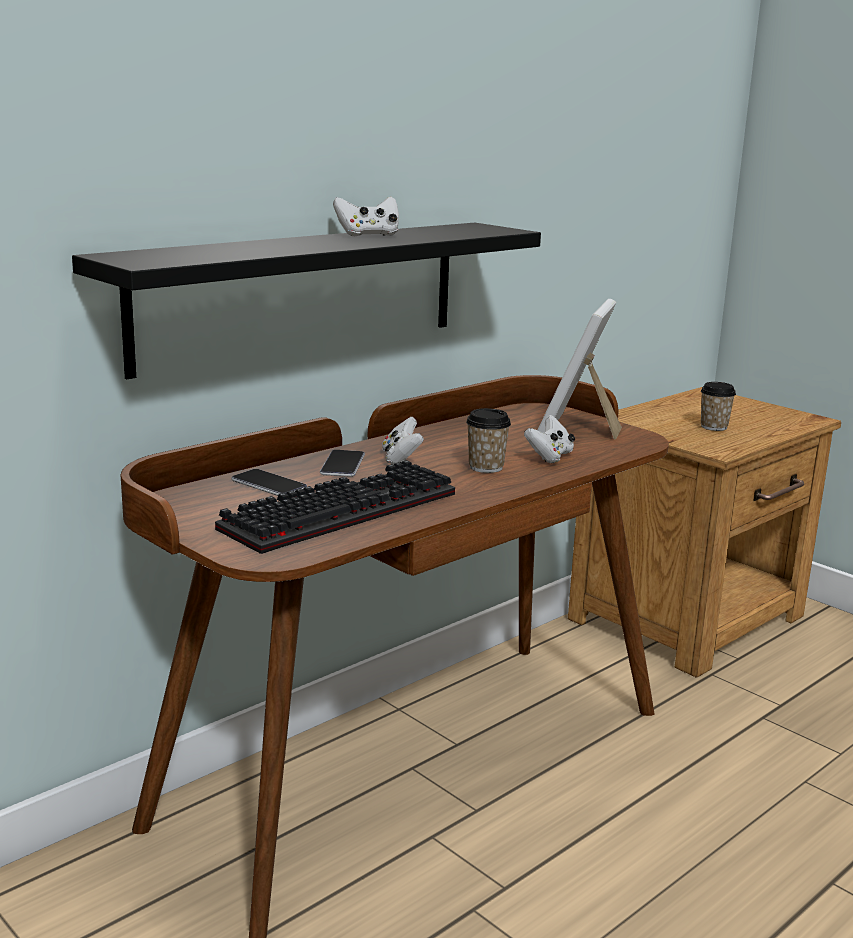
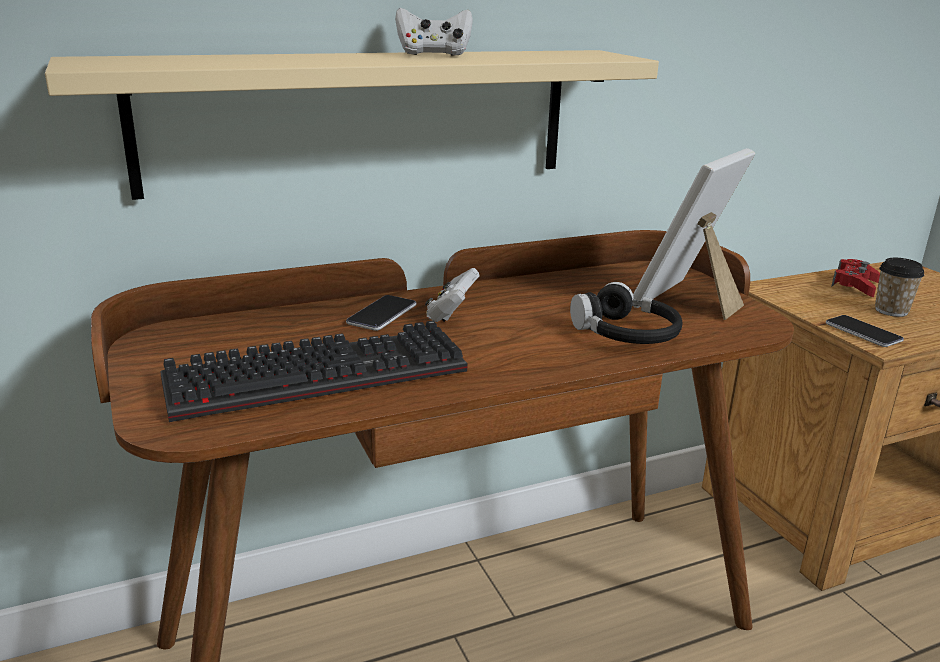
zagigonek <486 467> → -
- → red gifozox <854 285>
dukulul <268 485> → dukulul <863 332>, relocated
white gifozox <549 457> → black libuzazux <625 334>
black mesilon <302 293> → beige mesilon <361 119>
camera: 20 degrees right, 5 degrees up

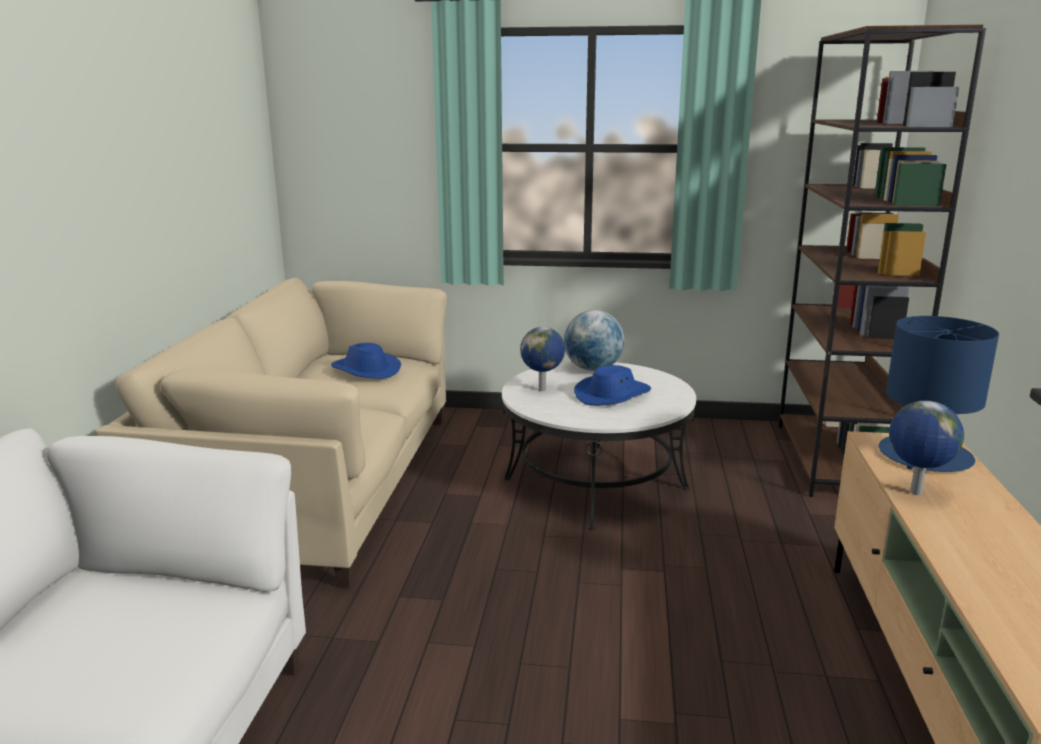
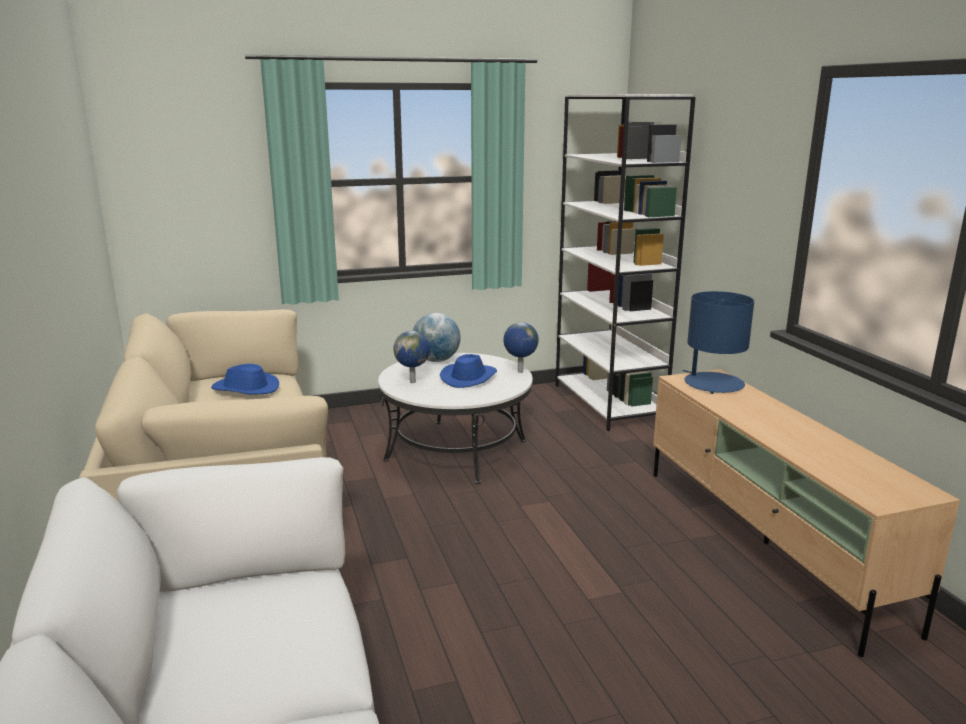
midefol <915 493> → midefol <520 372>, relocated
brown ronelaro <837 460> → white ronelaro <609 403>
camera: 25 degrees left, 0 degrees up

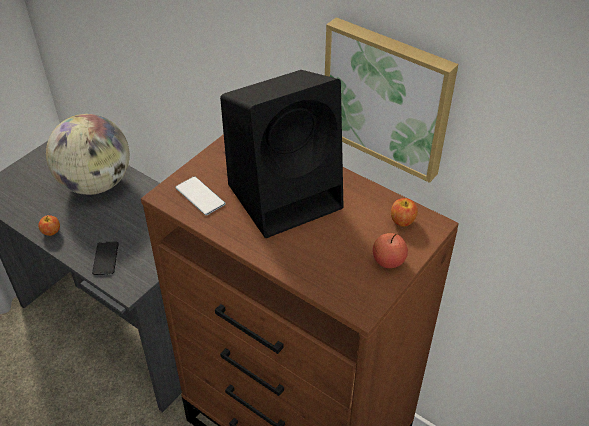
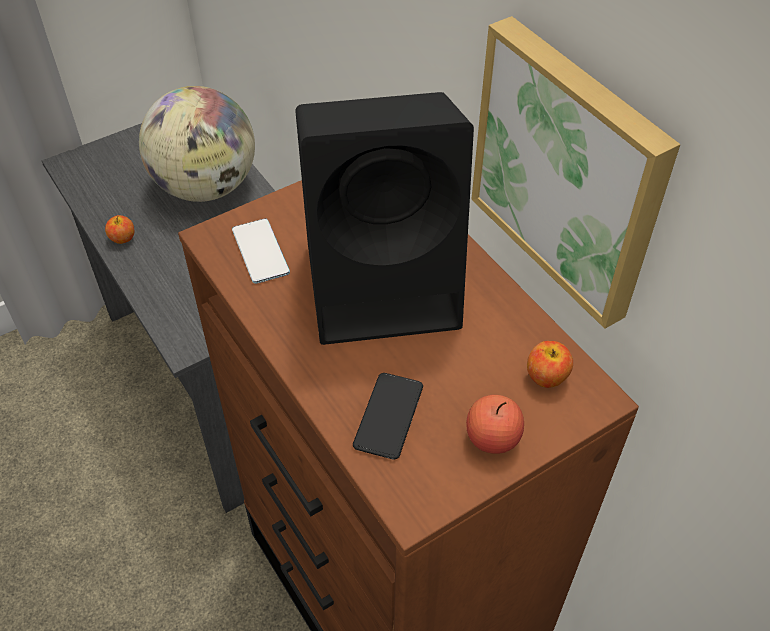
dukulul <105 258> → dukulul <388 416>, relocated
camera: 20 degrees right, 5 degrees up

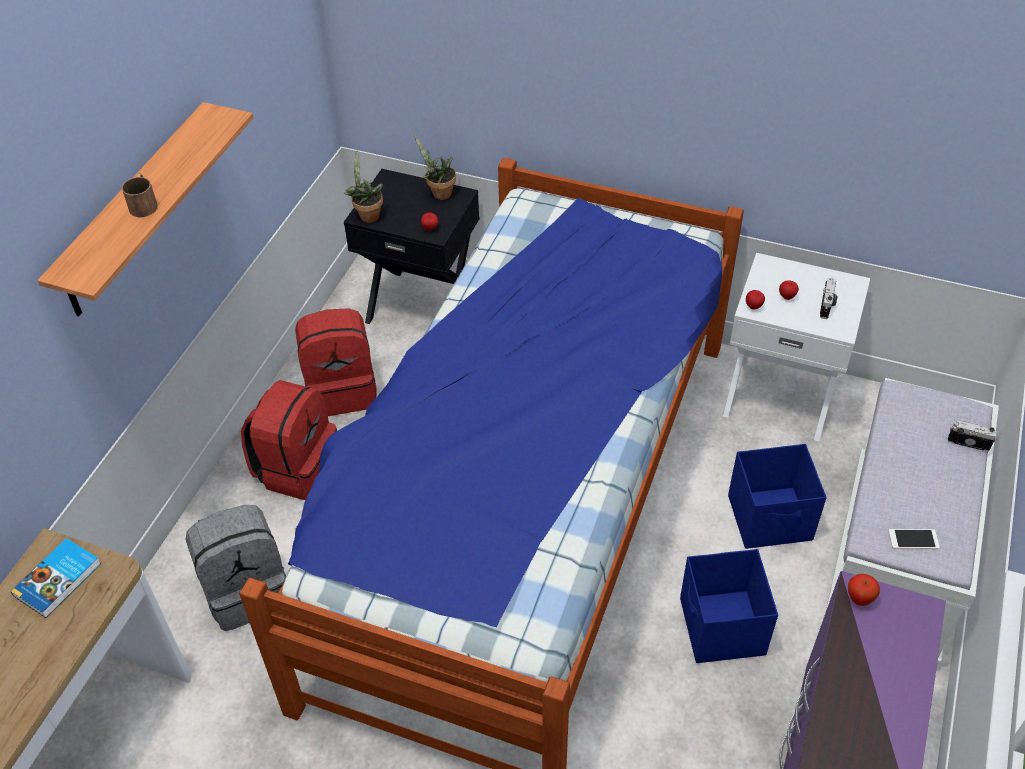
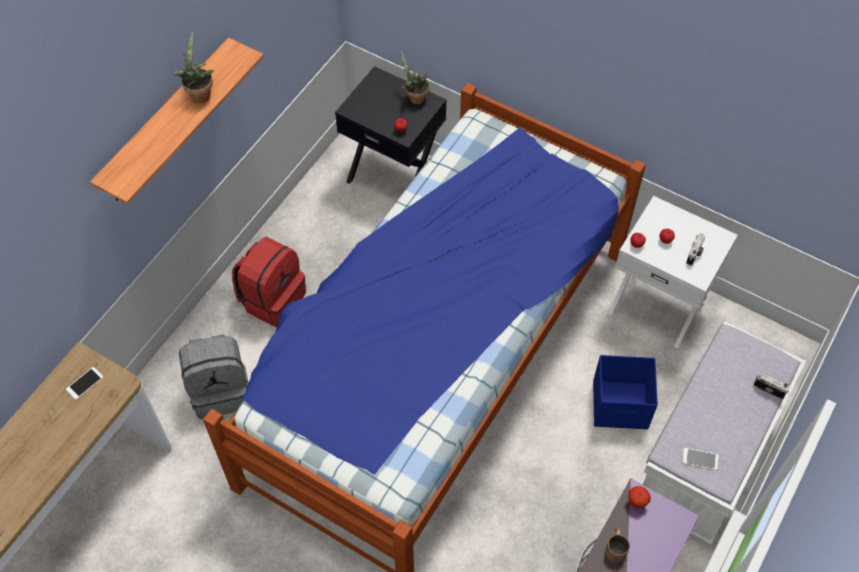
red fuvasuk <342 390> → -
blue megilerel <721 628> → -
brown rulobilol <144 203> → brown rulobilol <615 546>, relocated
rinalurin <367 215> → rinalurin <199 94>, relocated
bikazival <59 580> → dukulul <84 383>
camera: 10 degrees right, 10 degrees up

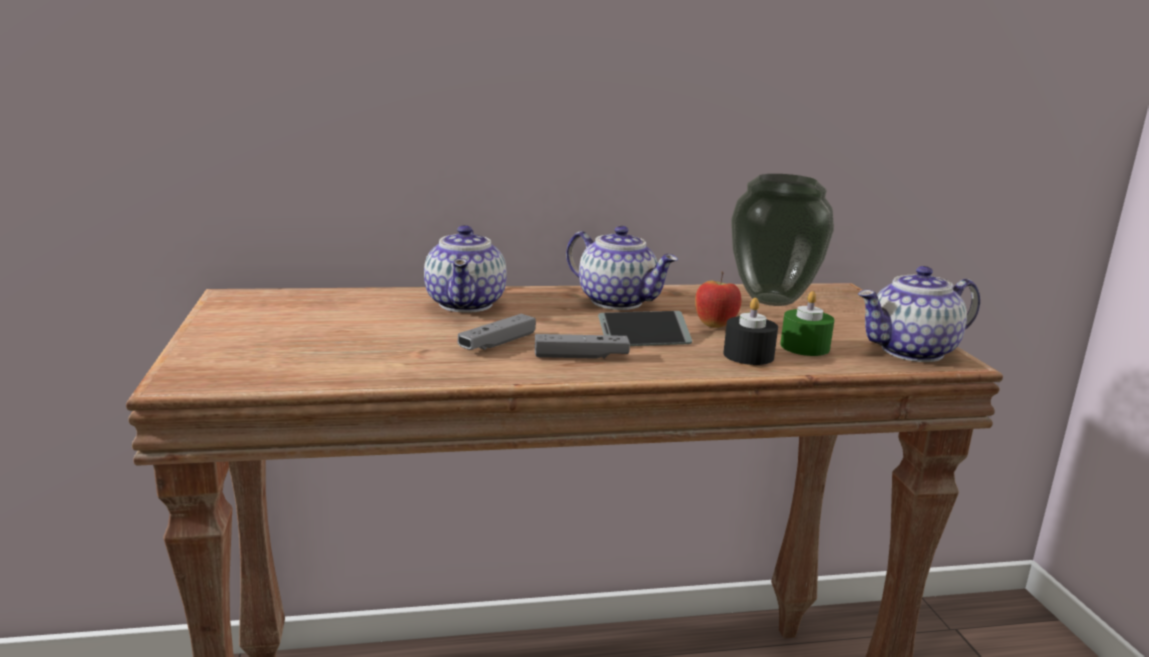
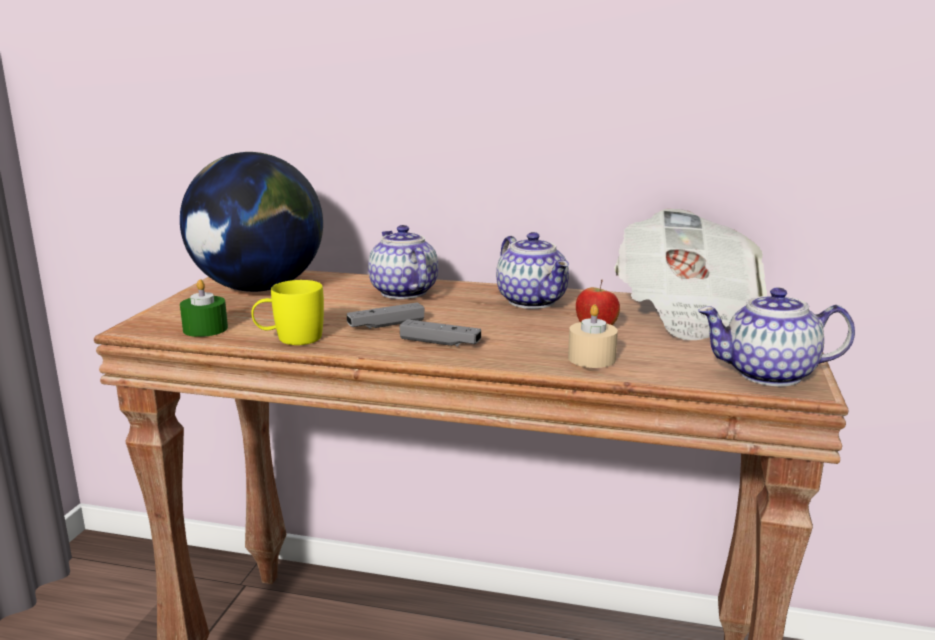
dukulul <644 338> → -
- → midefol <258 288>
- → yellow rulobilol <290 339>
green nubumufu <804 347> → green nubumufu <205 329>, relocated
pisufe <773 300> → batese <687 313>
black nubumufu <748 355> → beige nubumufu <591 358>
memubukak <467 304> → memubukak <402 292>, 135 degrees clockwise
camera: 25 degrees right, 0 degrees up

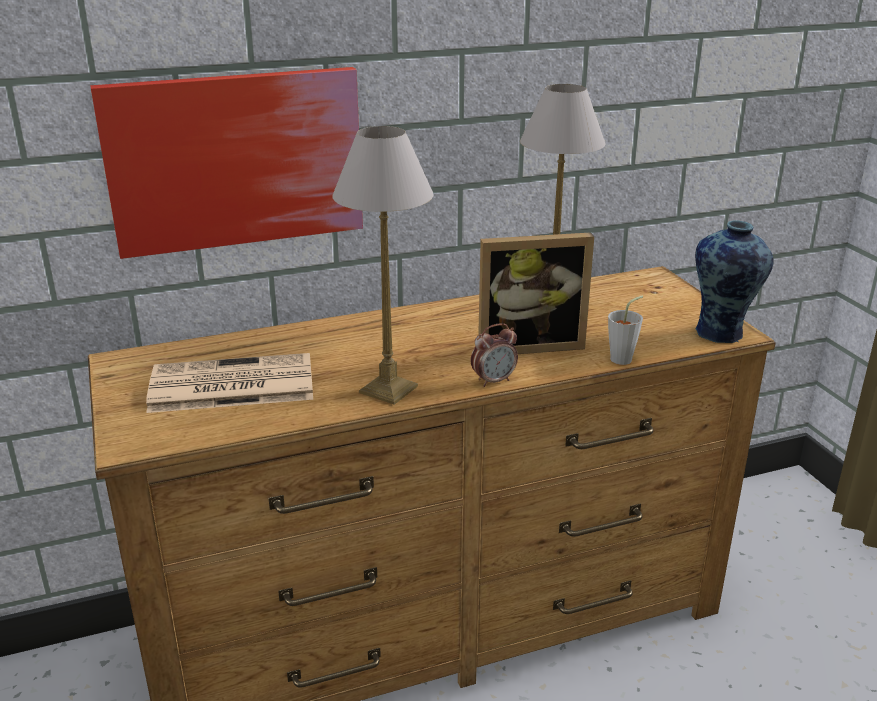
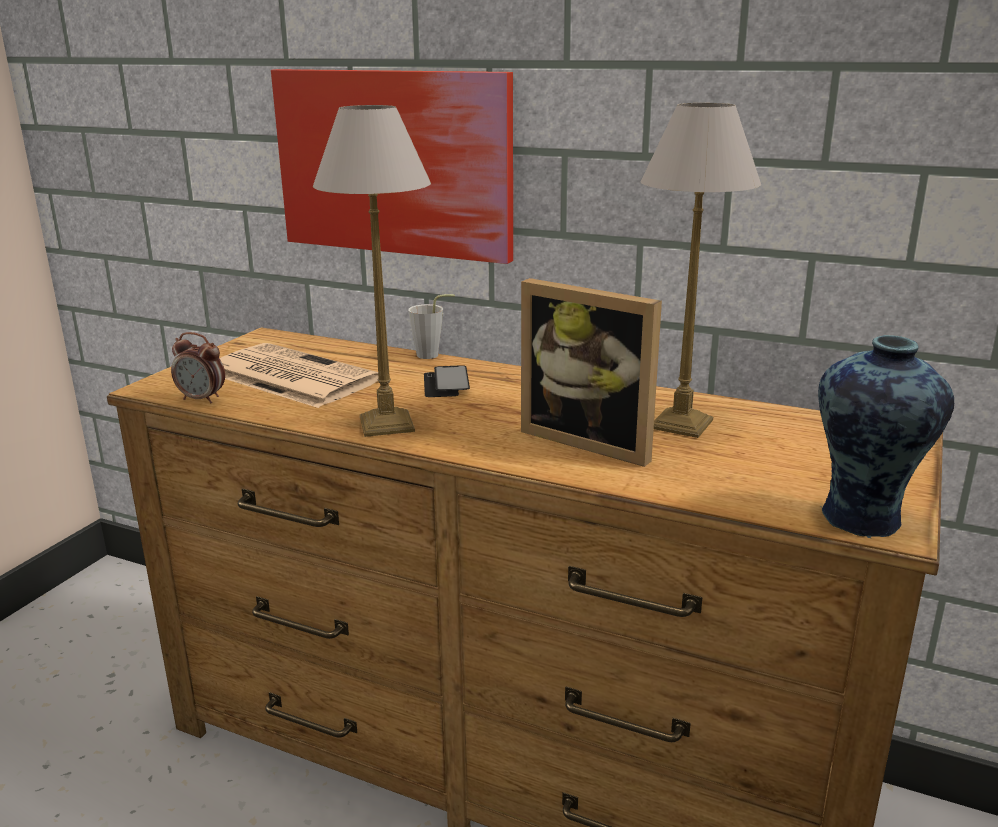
- → dukulul <446 384>
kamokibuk <493 381> → kamokibuk <202 399>, relocated
grey zagigonek <624 358> → grey zagigonek <432 355>, relocated
camera: 45 degrees right, 5 degrees down

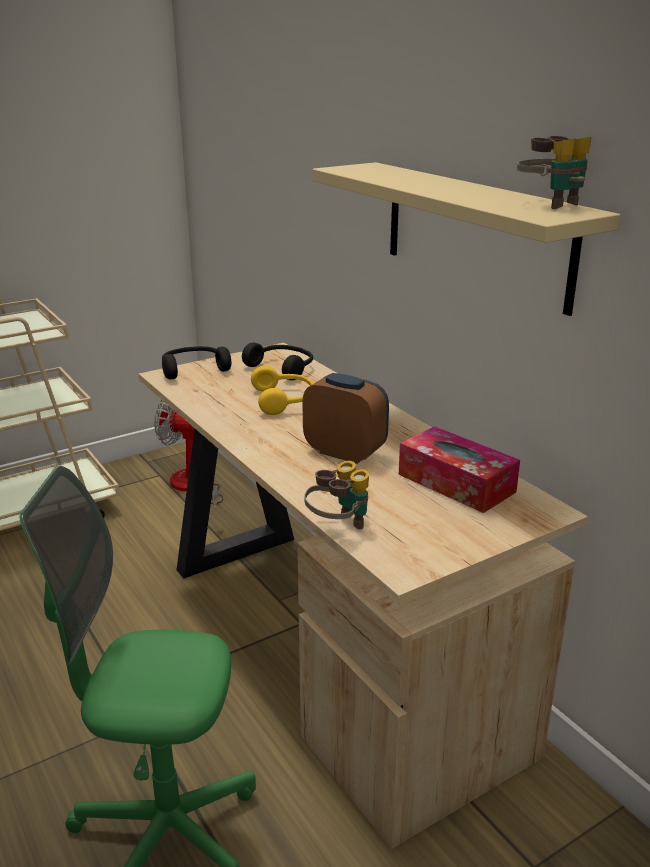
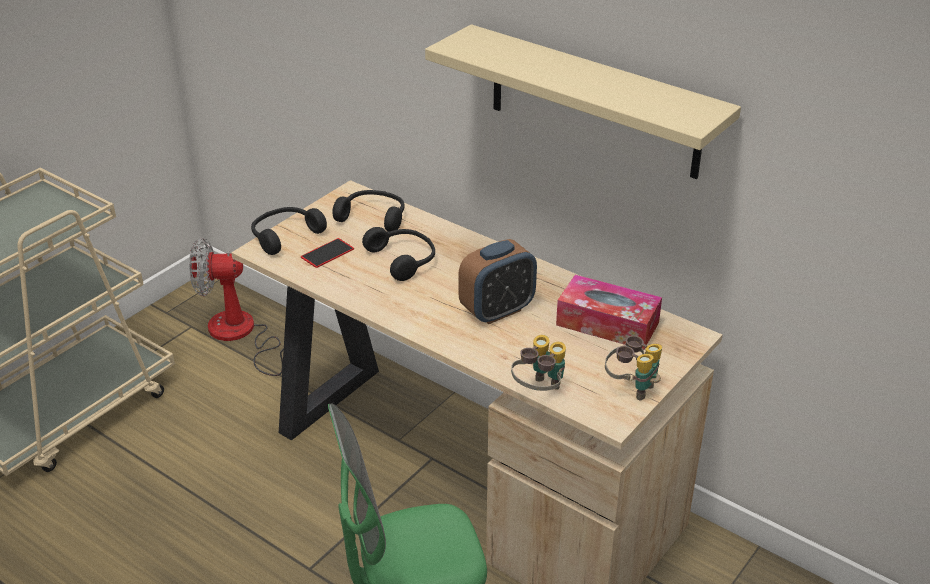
- → dukulul <327 253>
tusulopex <550 204> → tusulopex <632 387>, relocated
yellow libuzazux <285 400> → black libuzazux <404 259>
kamokibuk <345 452> → kamokibuk <497 311>, 135 degrees clockwise
camera: 20 degrees left, 10 degrees up

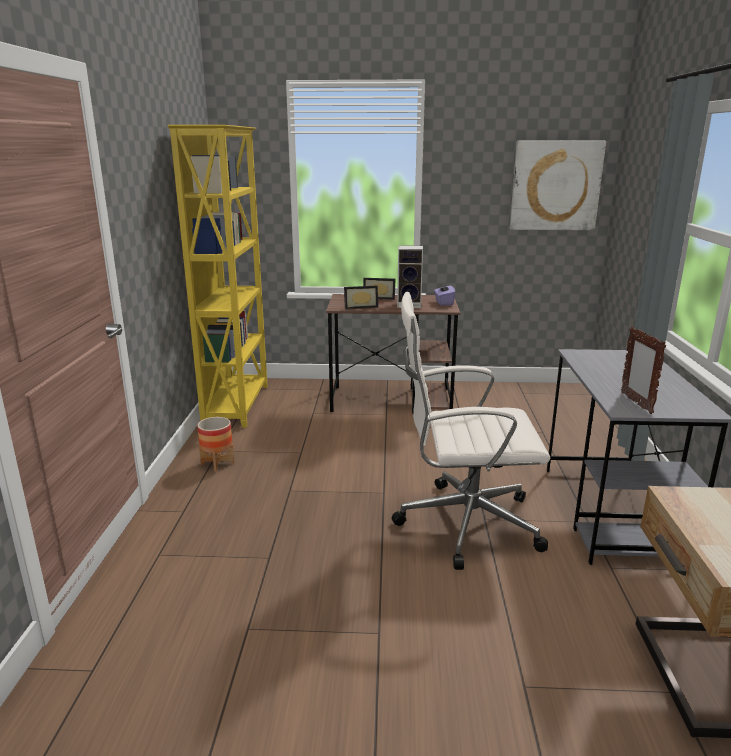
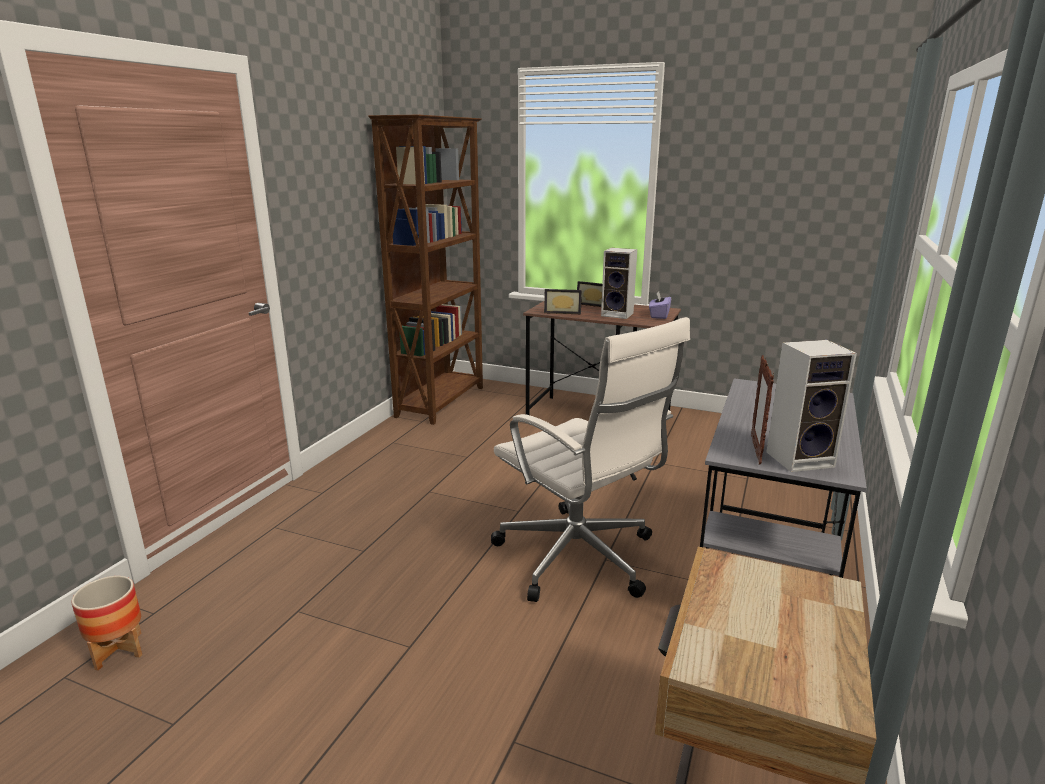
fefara <555 186> → -
- → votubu <801 458>
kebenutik <217 463> → kebenutik <119 651>, relocated
yellow ronelaro <238 405> → brown ronelaro <442 402>
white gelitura <464 523> → white gelitura <579 559>, 150 degrees counterclockwise
camera: 20 degrees right, 0 degrees up

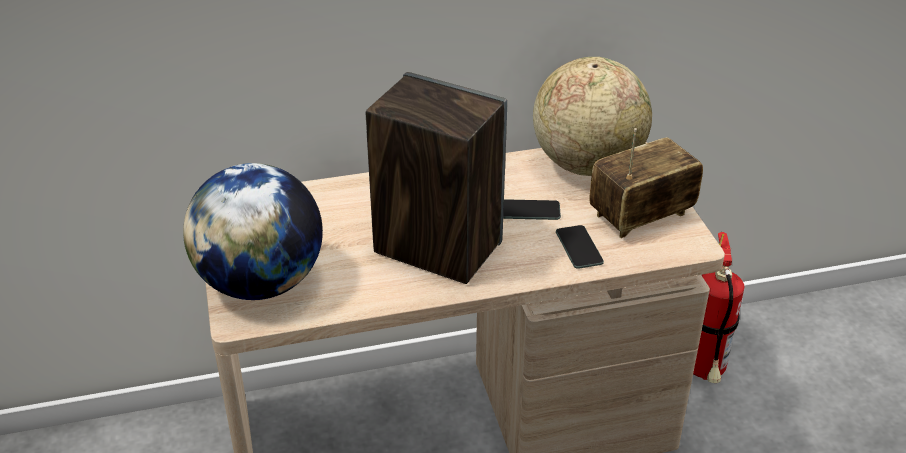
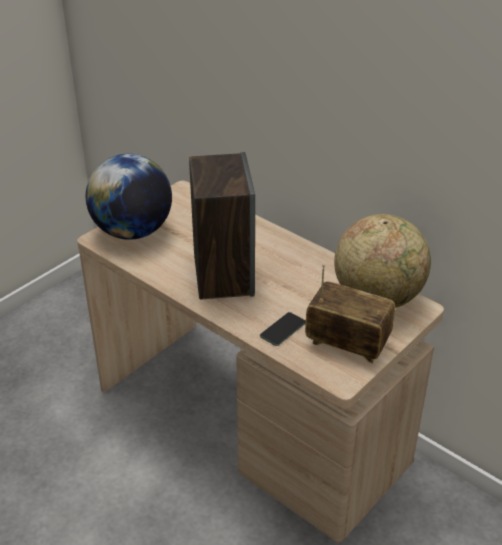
dukulul <529 210> → -
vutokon <705 373> → -
camera: 55 degrees right, 0 degrees up

